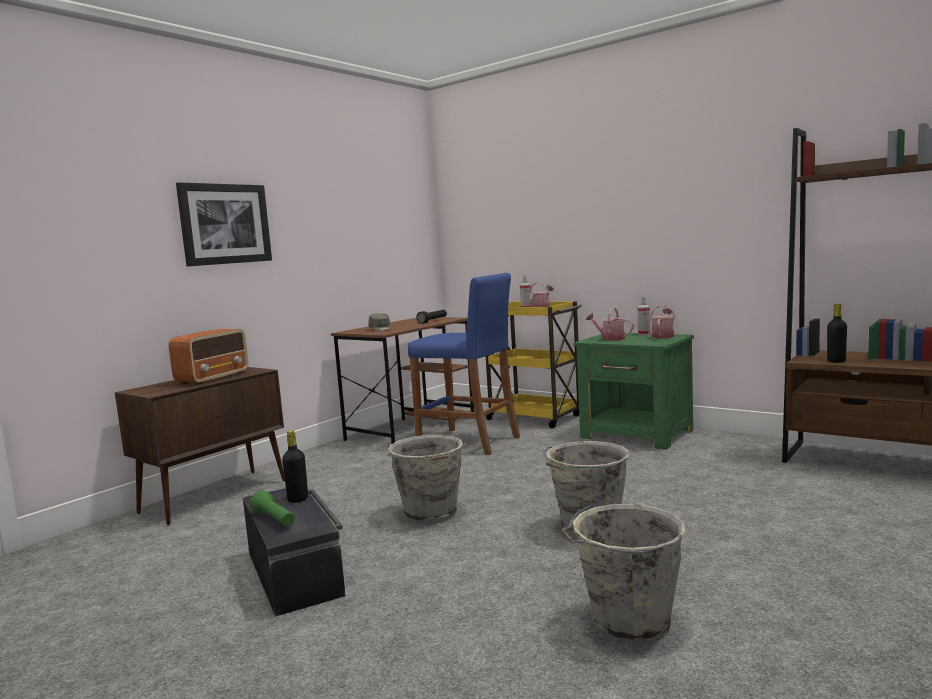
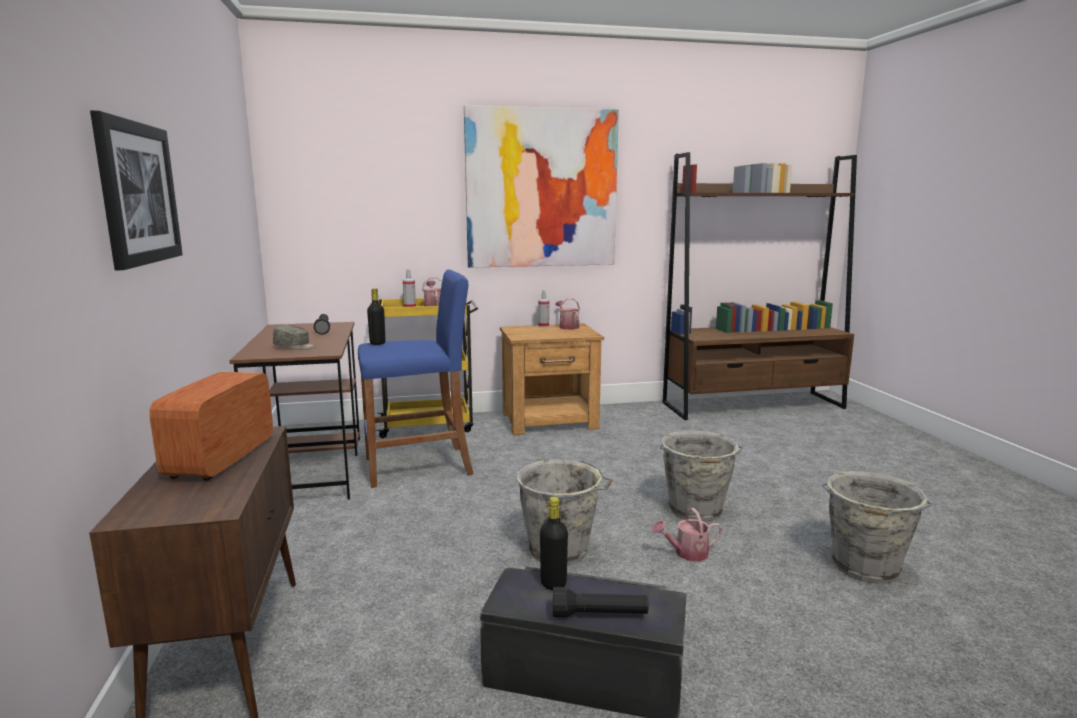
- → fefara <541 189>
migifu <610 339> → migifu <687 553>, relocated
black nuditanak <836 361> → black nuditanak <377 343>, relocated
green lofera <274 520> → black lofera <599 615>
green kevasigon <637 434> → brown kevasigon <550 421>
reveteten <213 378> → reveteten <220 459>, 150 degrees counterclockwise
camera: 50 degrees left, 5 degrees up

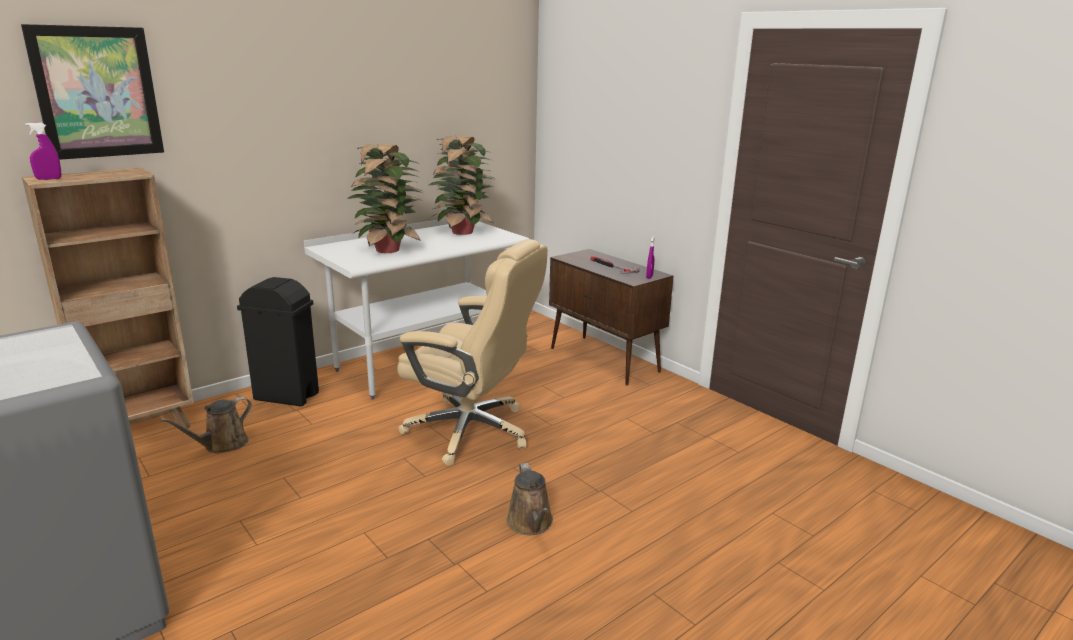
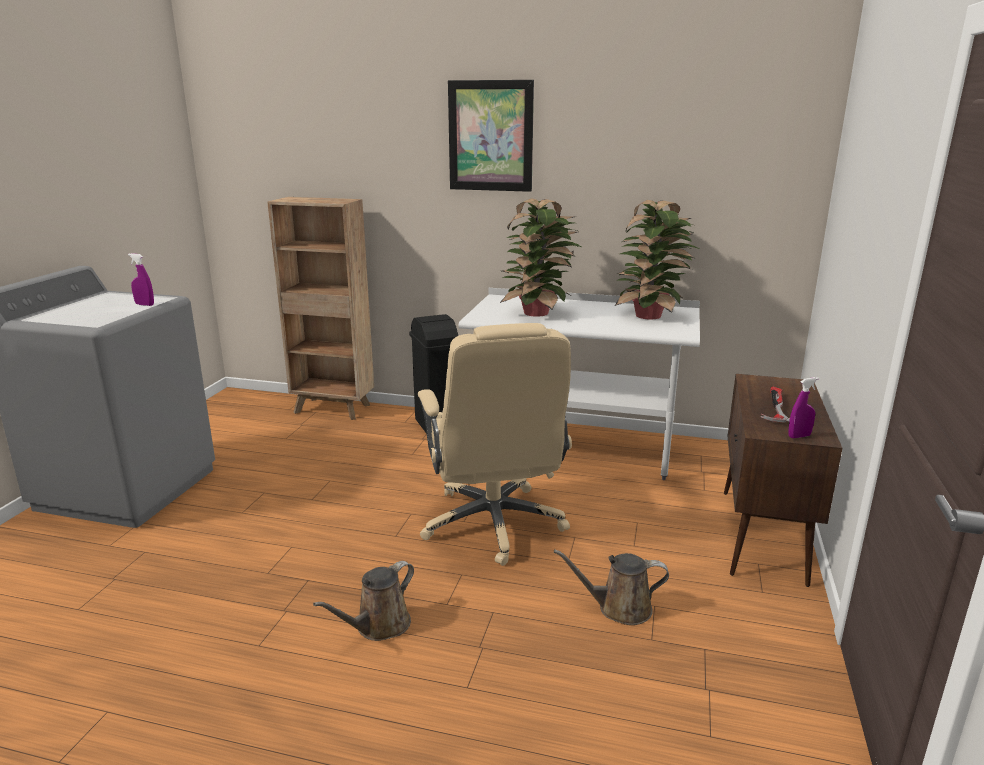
fefara <97 92> → fefara <490 136>, relocated
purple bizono <49 179> → purple bizono <144 305>, relocated
brown migifu <222 445> → brown migifu <619 608>, relocated
camera: 55 degrees right, 0 degrees up

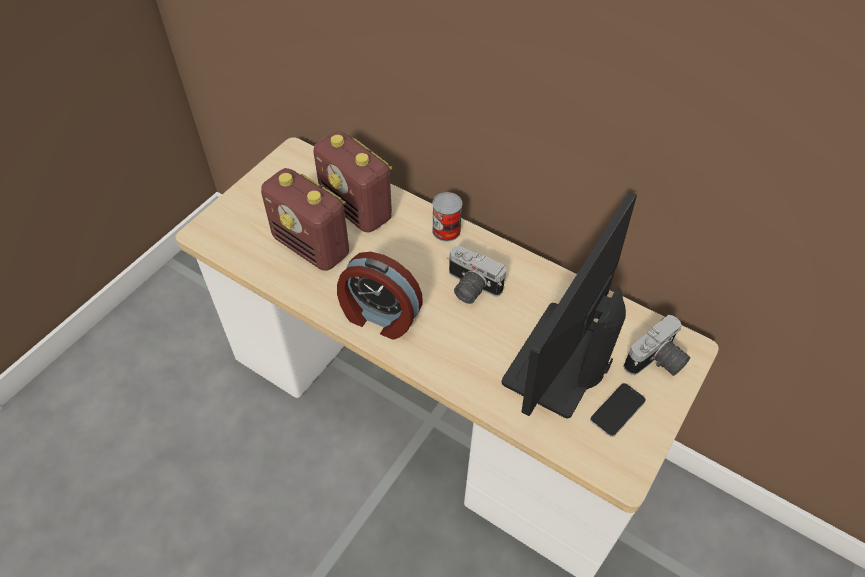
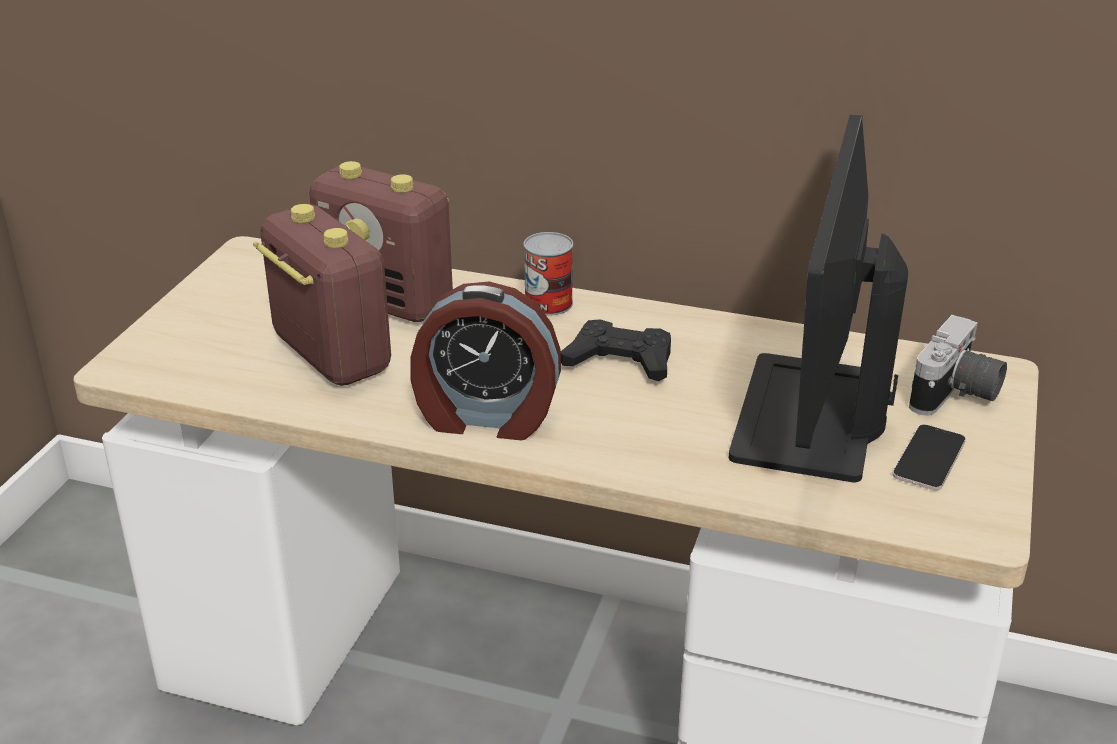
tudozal <469 288> → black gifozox <620 361>
reveteten <312 247> → reveteten <330 354>, 150 degrees counterclockwise
camera: 15 degrees left, 20 degrees down

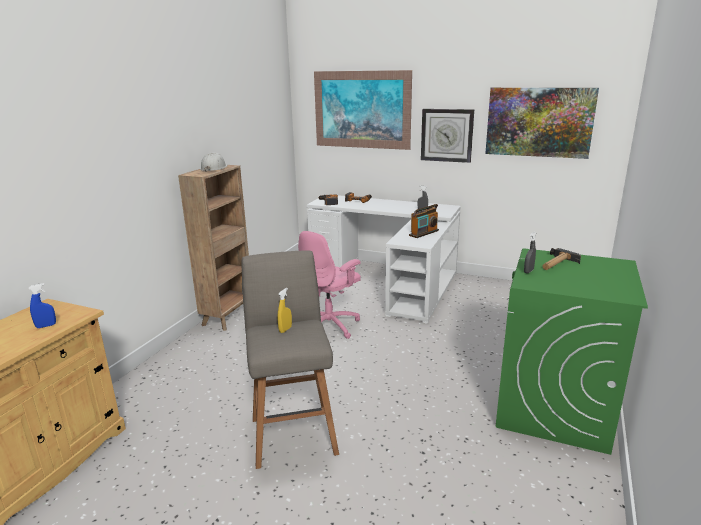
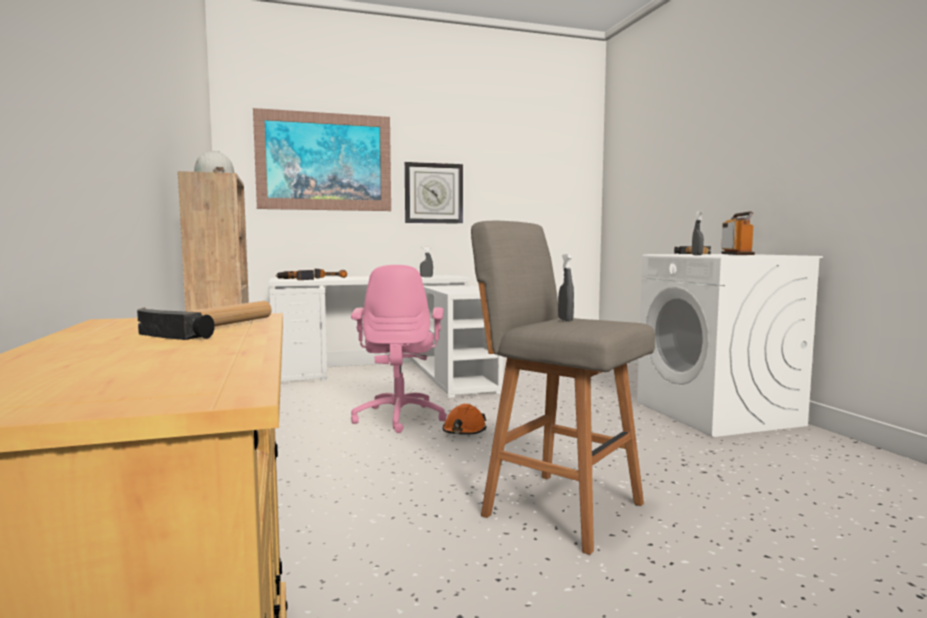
fefara <539 122> → -
- → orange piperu <464 431>
reveteten <424 233> → reveteten <737 254>, relocated
blue bizono <46 326> → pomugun <216 327>
yellow bizono <285 329> → grey bizono <565 320>
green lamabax <554 407> → white lamabax <718 414>
camera: 40 degrees left, 15 degrees down

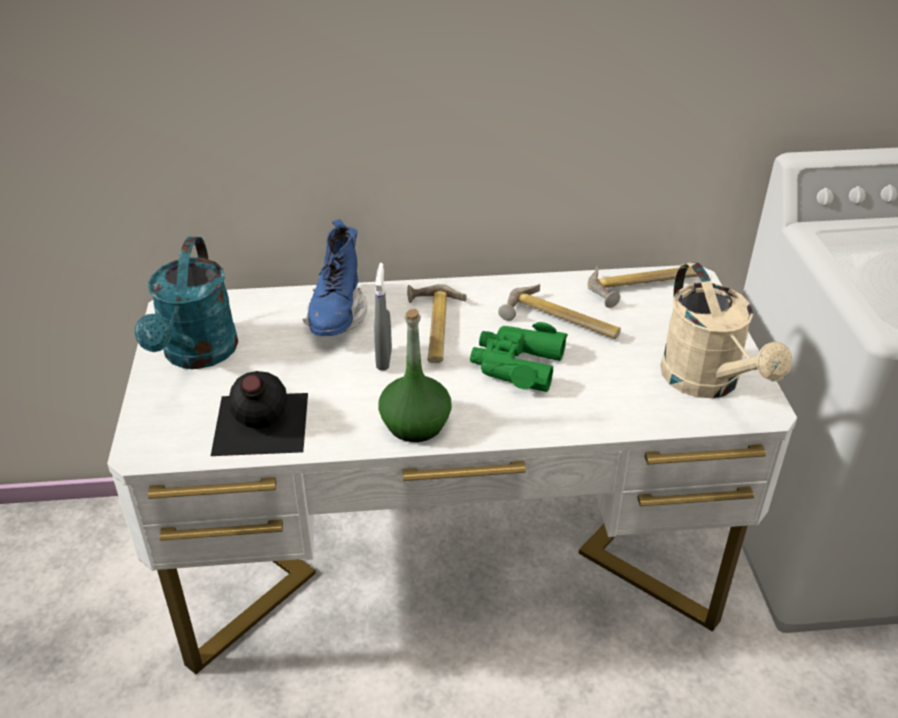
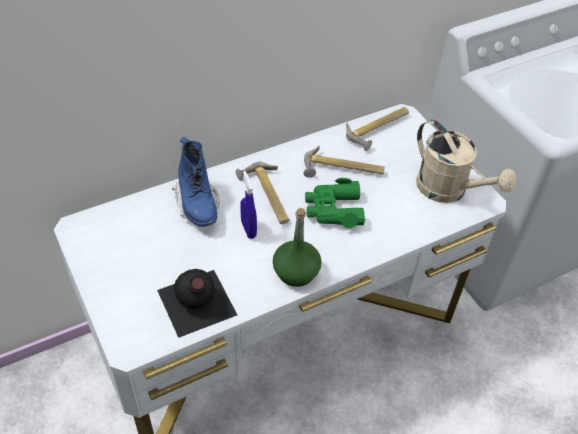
turquoise migifu <197 355> → -
grey bizono <384 359> → blue bizono <248 229>
camera: 25 degrees left, 10 degrees up

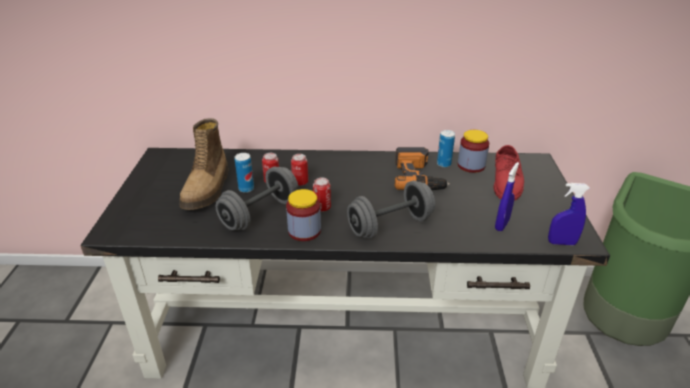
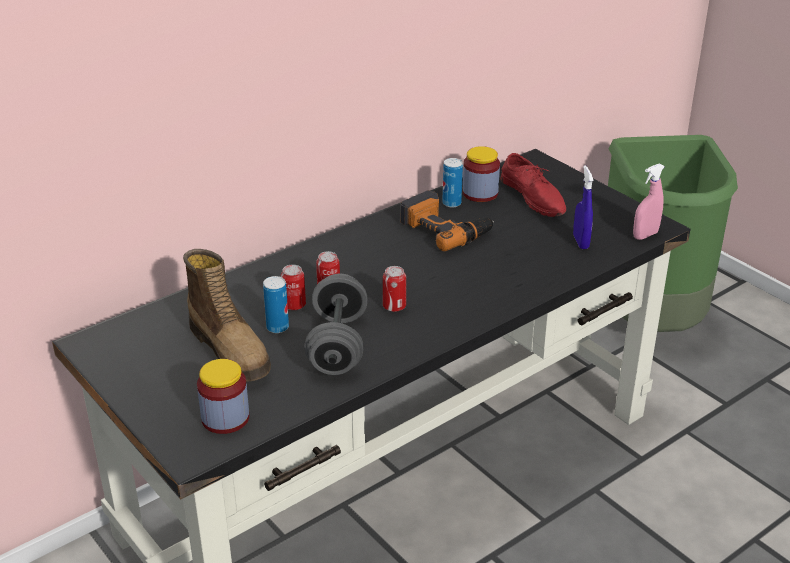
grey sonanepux <390 225> → -
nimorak <304 231> → nimorak <225 418>, relocated
blue bizono <561 243> → pink bizono <645 235>
camera: 40 degrees left, 0 degrees up

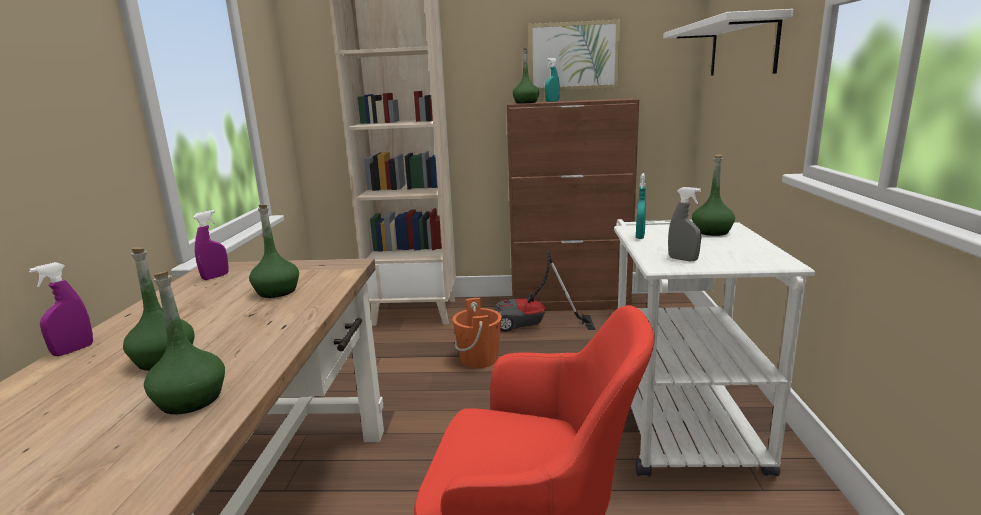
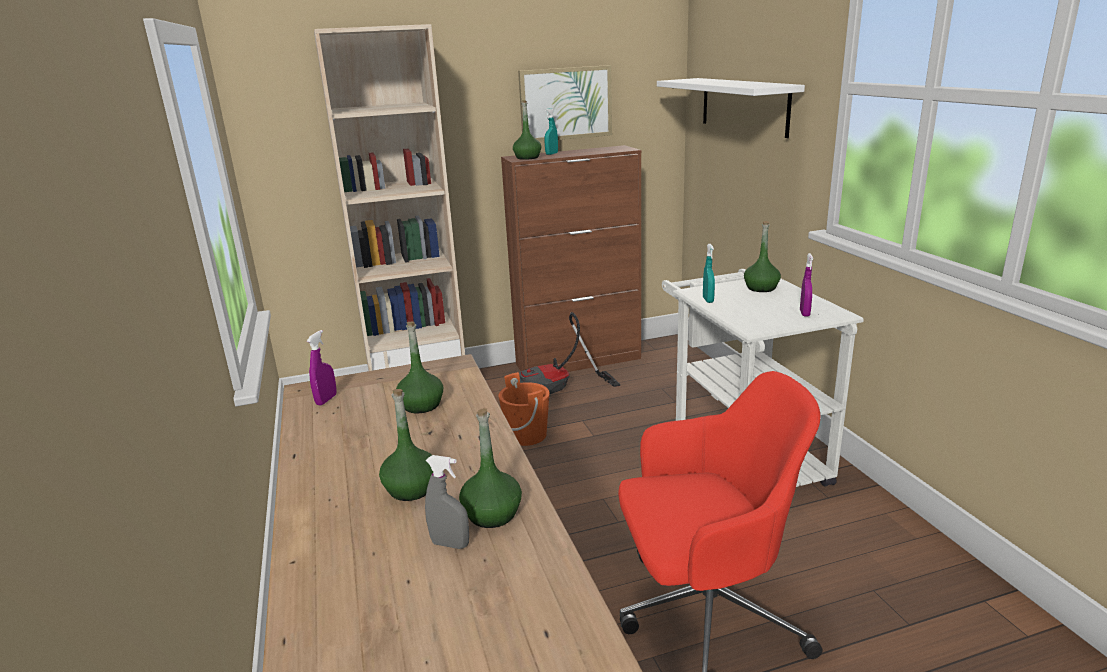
purple bizono <73 350> → purple bizono <804 313>, relocated
grey bizono <683 259> → grey bizono <450 544>, relocated
camera: 20 degrees left, 5 degrees up

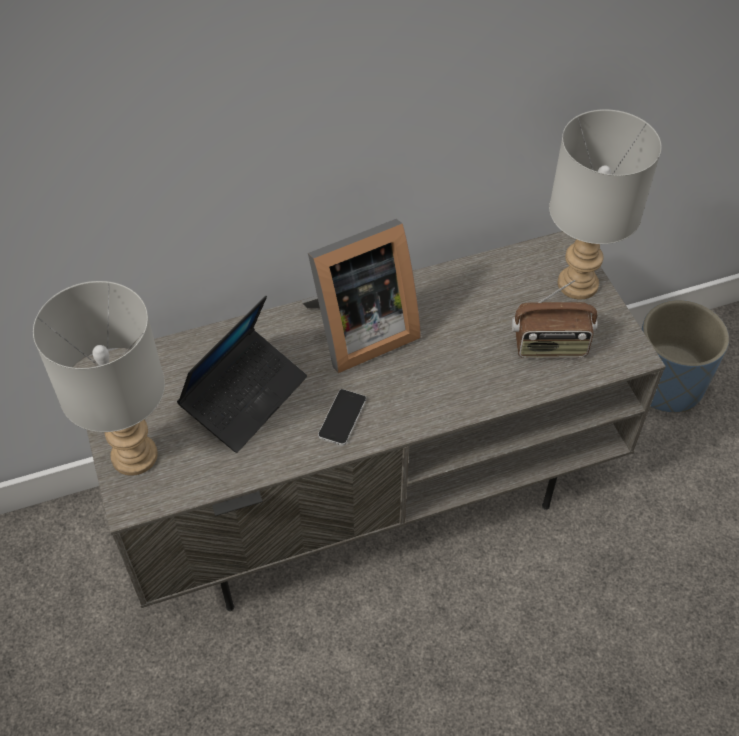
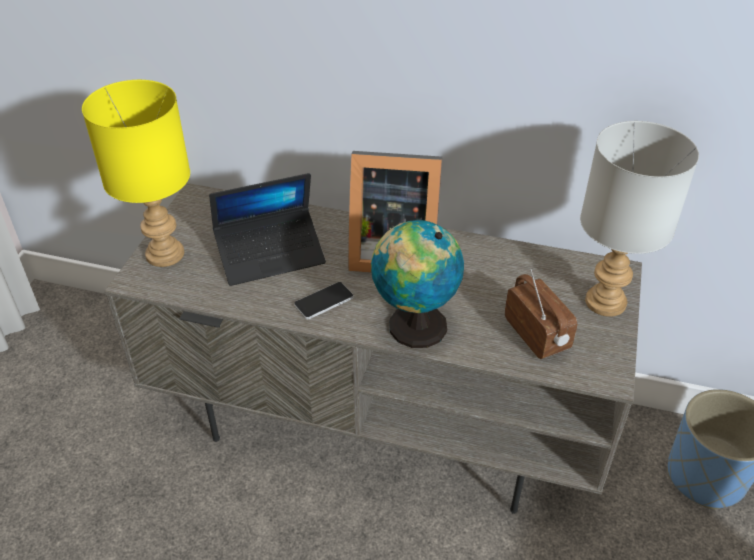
- → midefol <413 326>
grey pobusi <133 455> → yellow pobusi <164 253>
reveteten <550 346> → reveteten <537 334>, 150 degrees counterclockwise
camera: 35 degrees right, 10 degrees down

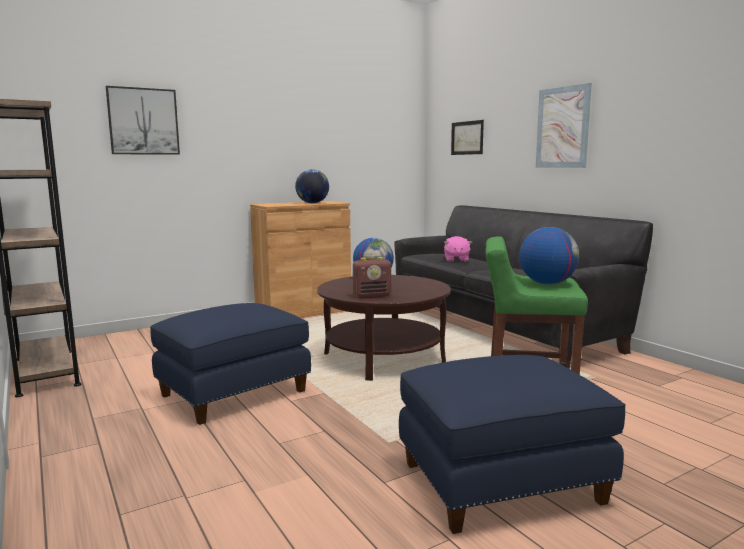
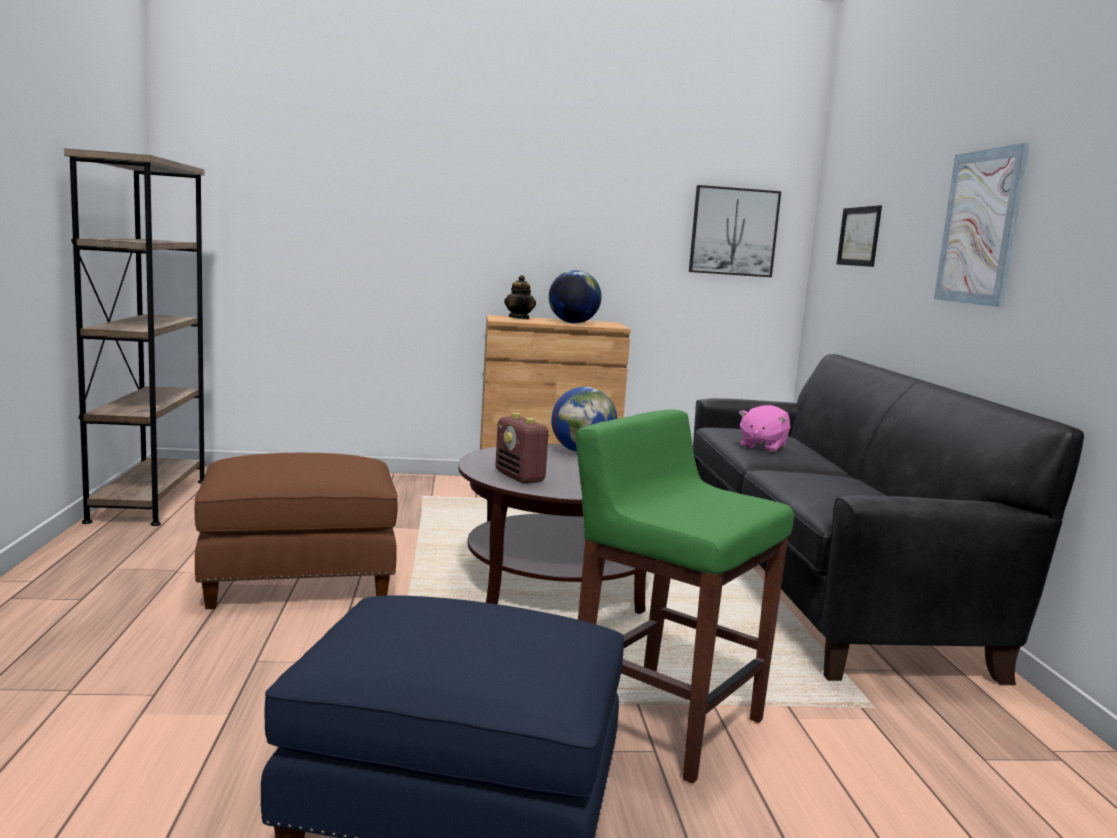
midefol <547 283> → -
- → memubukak <519 318>
fefara <143 121> → fefara <733 231>, relocated
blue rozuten <234 394> → brown rozuten <297 580>
reveteten <372 296> → reveteten <520 477>, 45 degrees clockwise
camera: 25 degrees right, 0 degrees up

